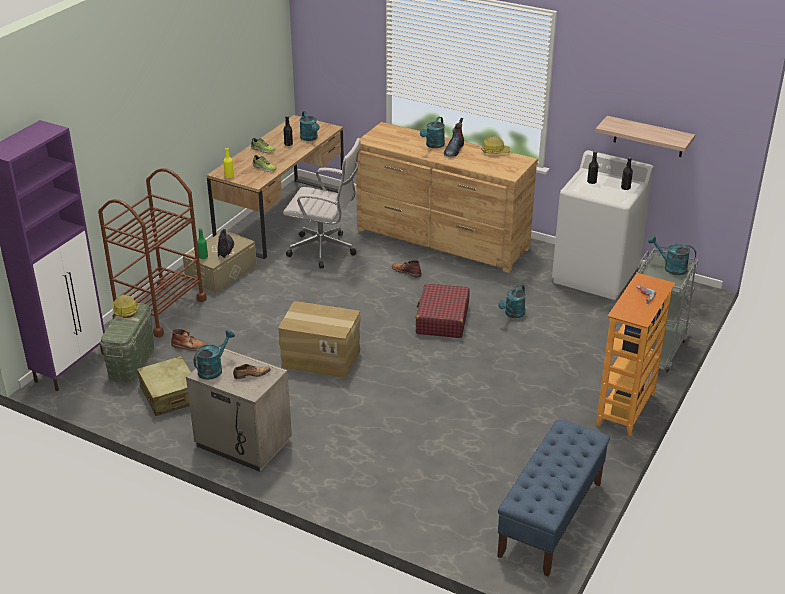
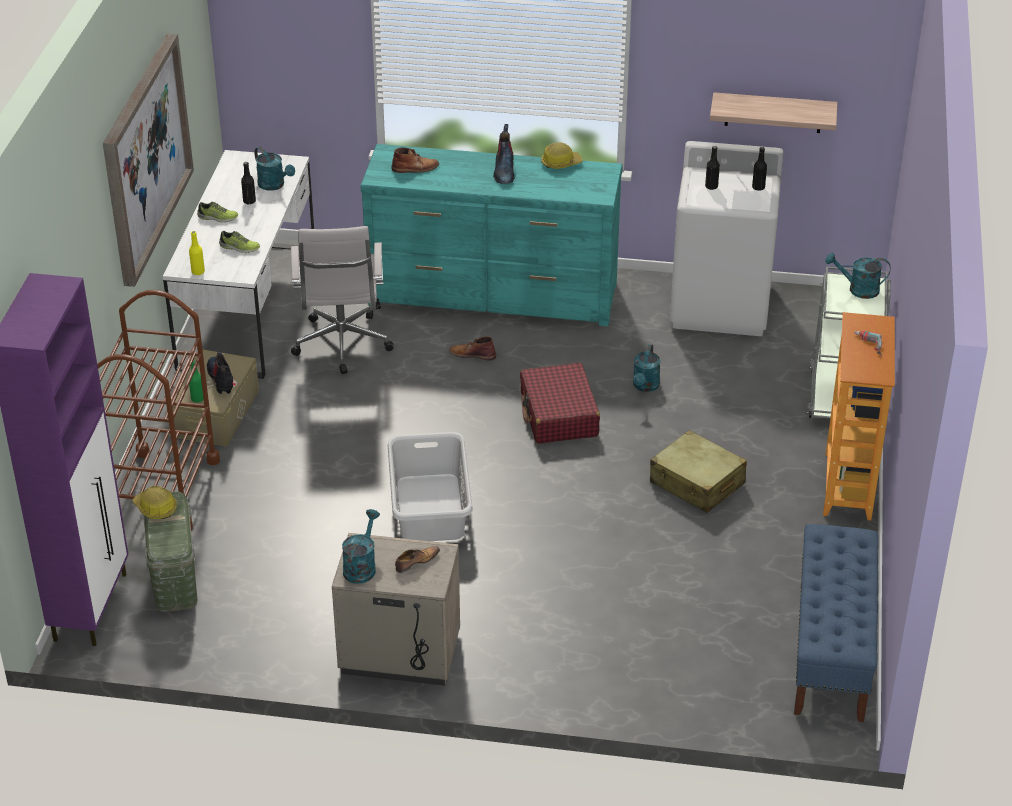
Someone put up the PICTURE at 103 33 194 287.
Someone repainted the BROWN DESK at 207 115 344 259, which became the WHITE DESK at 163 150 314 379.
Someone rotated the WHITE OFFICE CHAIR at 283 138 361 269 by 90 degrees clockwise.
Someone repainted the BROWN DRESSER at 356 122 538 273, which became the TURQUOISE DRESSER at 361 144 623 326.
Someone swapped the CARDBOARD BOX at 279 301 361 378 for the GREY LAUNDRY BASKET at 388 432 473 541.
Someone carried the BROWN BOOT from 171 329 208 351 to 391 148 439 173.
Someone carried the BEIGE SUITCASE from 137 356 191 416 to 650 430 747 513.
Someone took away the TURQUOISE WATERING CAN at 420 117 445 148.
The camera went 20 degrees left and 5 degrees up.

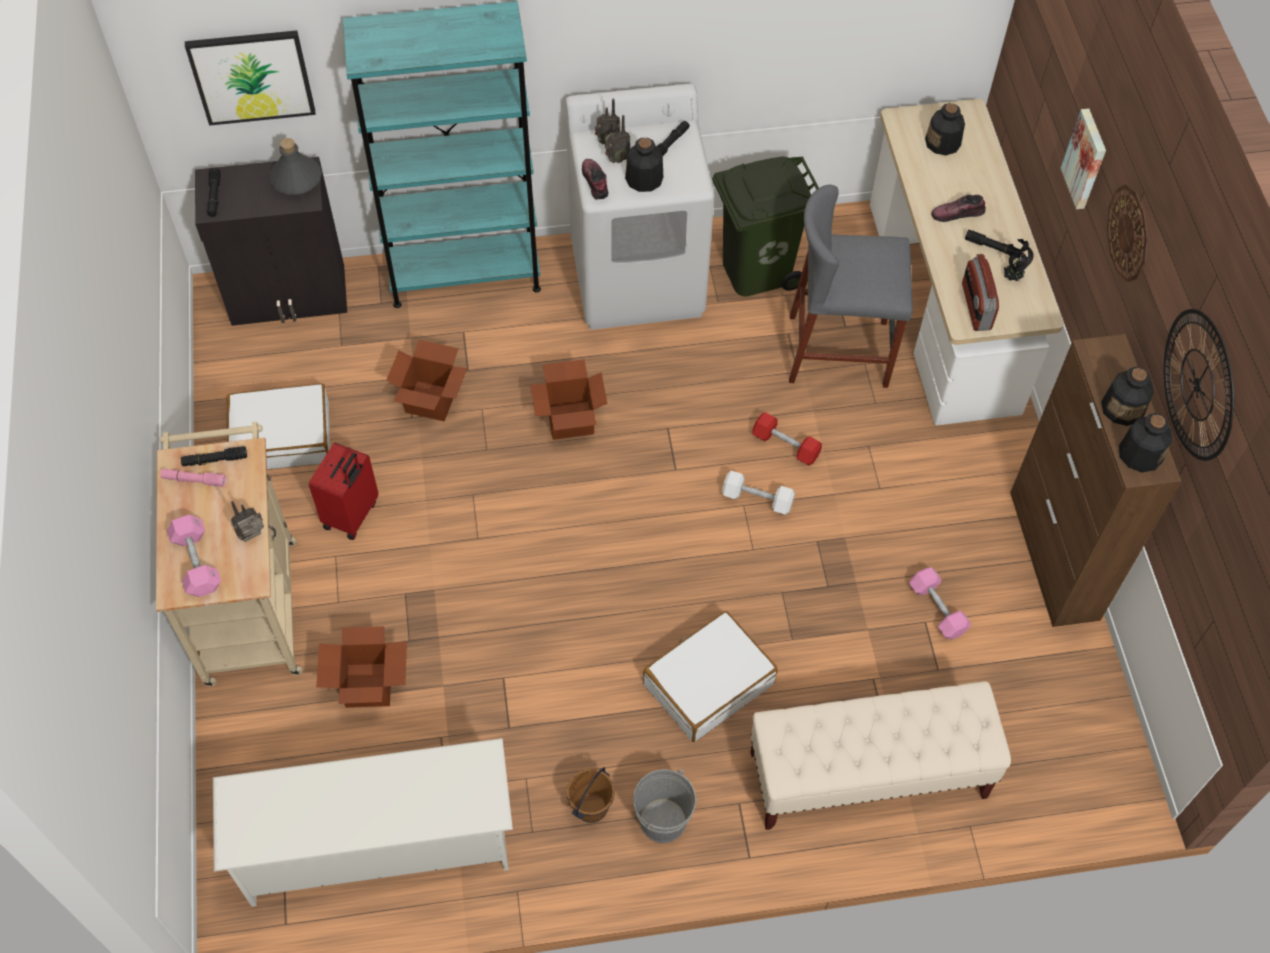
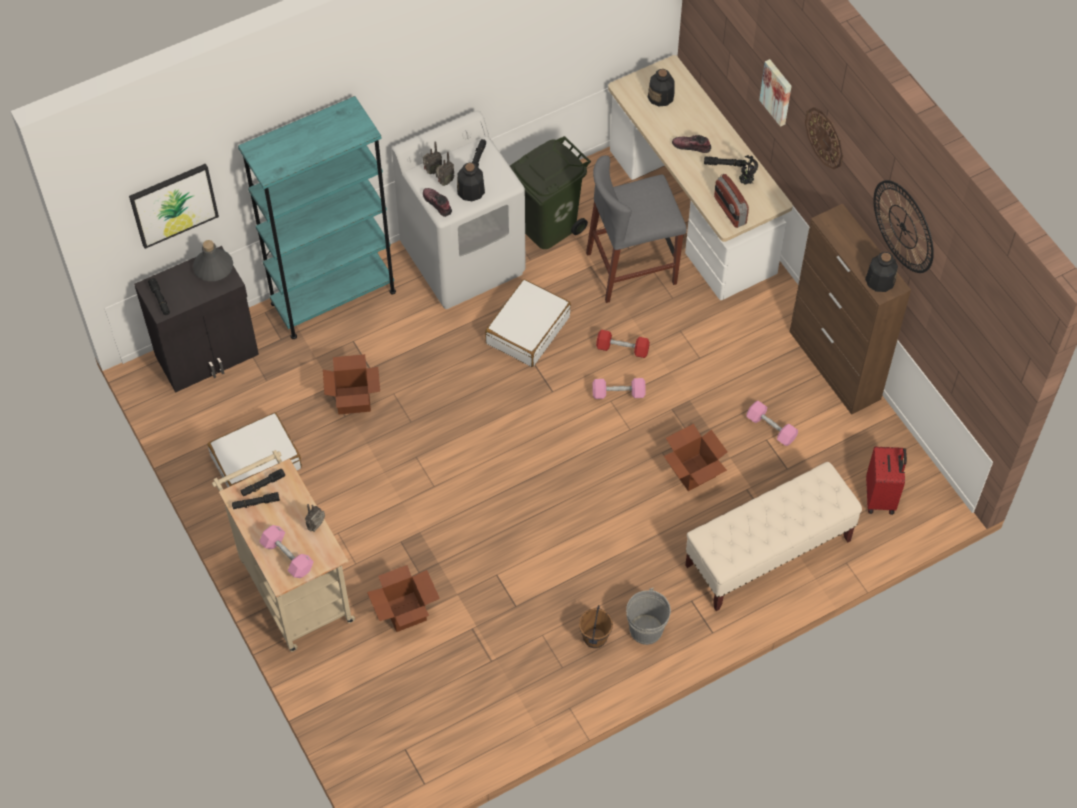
Someone repainted the PINK FLASHLIGHT at 160 469 227 487, which became the BLACK FLASHLIGHT at 232 492 280 509.
Someone carried the WHITE SUITCASE from 643 611 778 742 to 485 279 571 367.
Someone repainted the WHITE DUMBBELL at 722 471 795 515, which became the PINK DUMBBELL at 592 378 646 399.
Someone carried the CARDBOARD BOX from 530 359 607 440 to 664 424 727 491.
Someone rotated the SHOE at 931 195 986 222 by 45 degrees clockwise.
Someone carried the RED SUITCASE from 309 443 379 540 to 866 447 907 515.
Someone took away the WHITE SHOE RACK at 213 738 513 907.
Someone took away the BOTTLE at 1101 367 1154 426.
The camera went 20 degrees left and 0 degrees up.

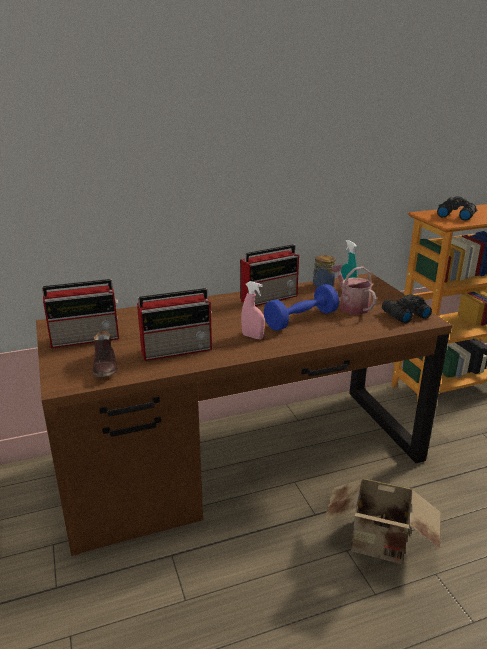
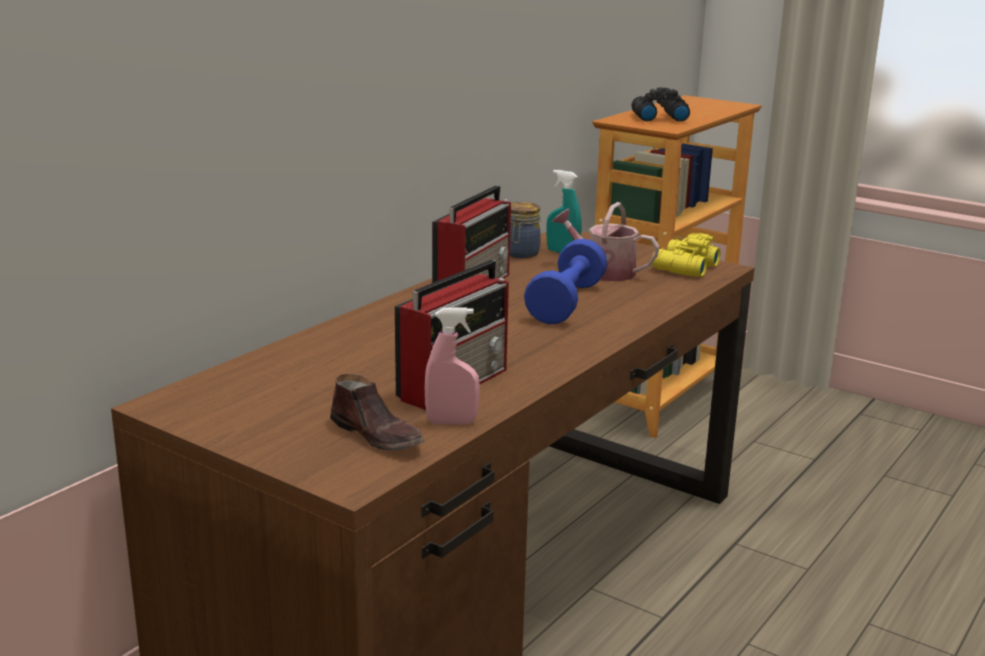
Someone carried the PINK SPRAY BOTTLE from 241 281 265 339 to 425 307 480 425.
Someone repainted the BLACK BINOCULARS at 382 294 432 323, which became the YELLOW BINOCULARS at 652 233 721 277.
Someone took away the RADIO at 42 279 119 348.
Someone took away the CARDBOARD BOX at 324 478 441 564.
The camera went 35 degrees left and 5 degrees down.

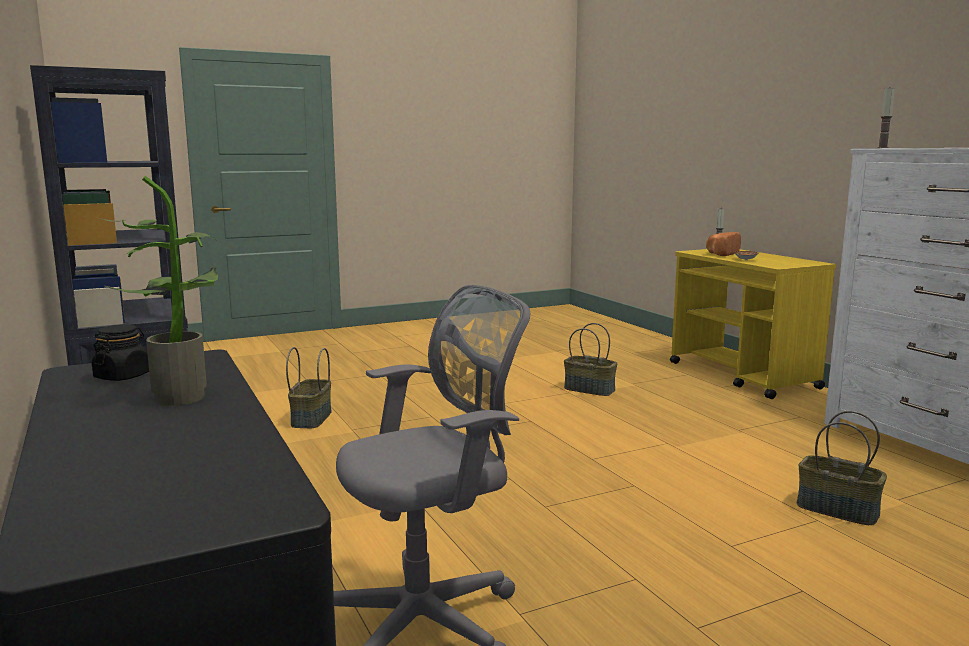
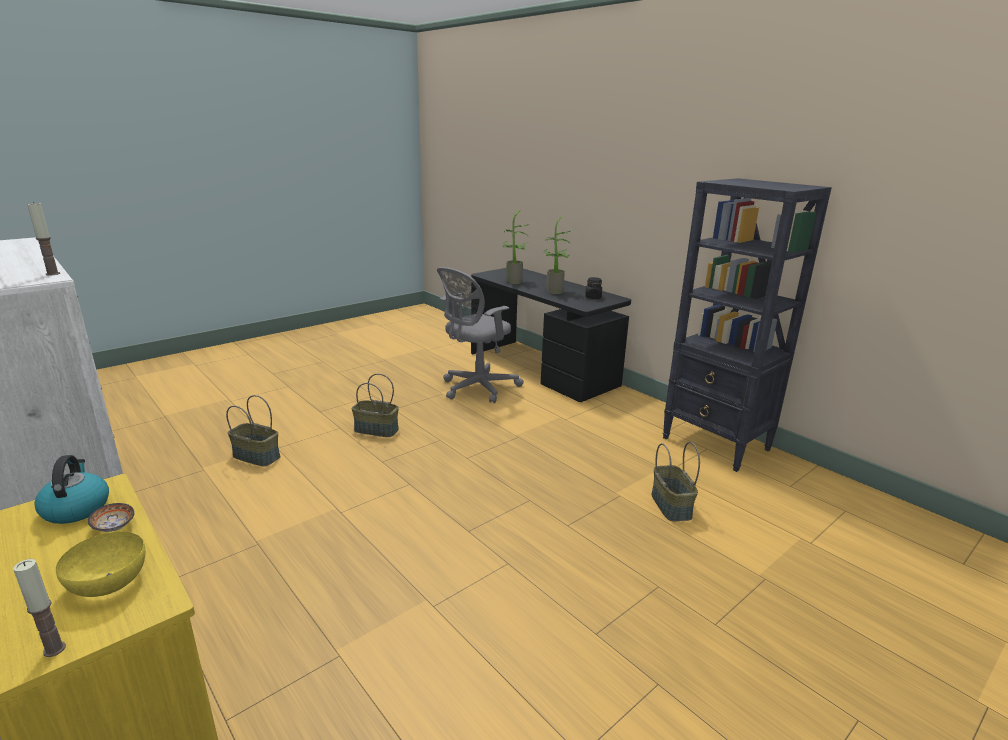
Someone put down the KETTLE at 34 455 109 524.
Someone swapped the BREAD at 706 232 741 256 for the YELLOW BOWL at 56 532 146 597.
Someone carried the BASKET from 564 323 617 396 to 352 373 399 437.
Someone put down the POTTED PLANT at 503 210 534 284.
The camera went 165 degrees right and 10 degrees up.

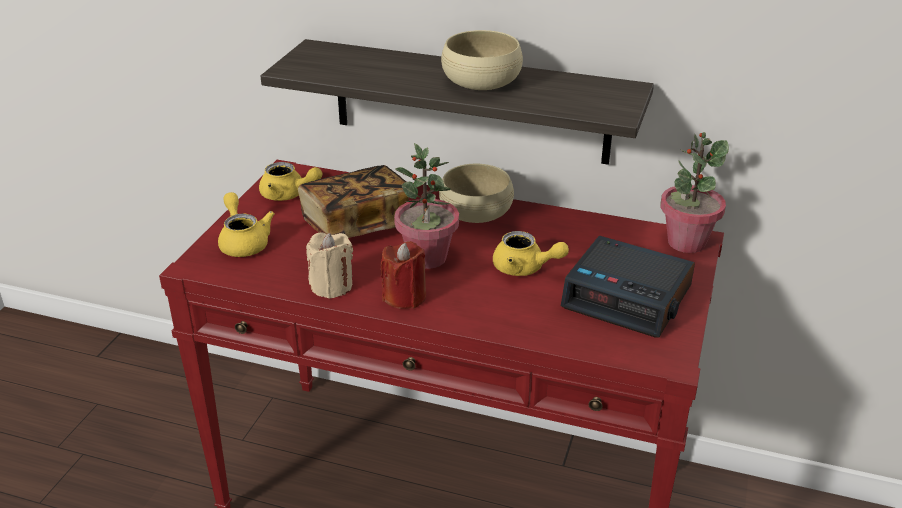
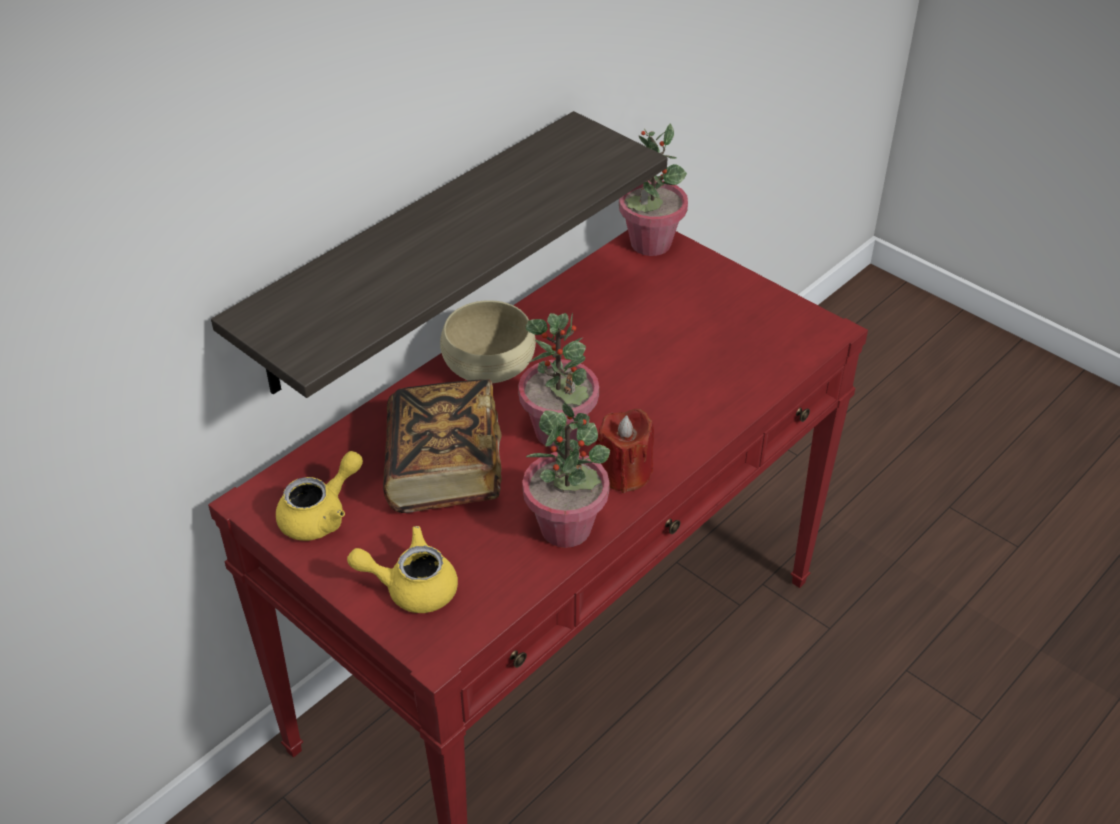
Someone swapped the BEIGE CANDLE at 306 232 353 299 for the POTTED PLANT at 522 403 610 548.
Someone took away the BEIGE BOWL at 441 30 523 90.
Someone took away the YELLOW TEAPOT at 493 231 569 276.
Someone took away the ALARM CLOCK at 561 236 695 338.
The camera went 65 degrees left and 10 degrees up.

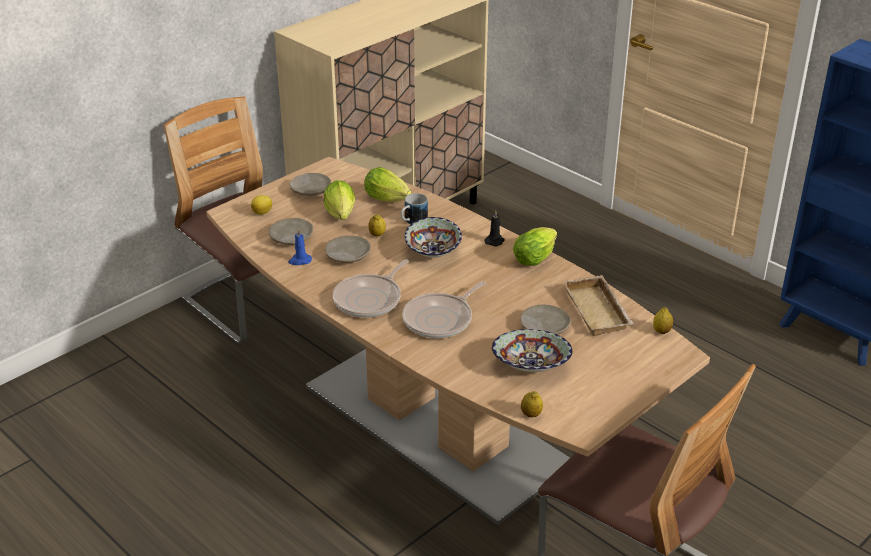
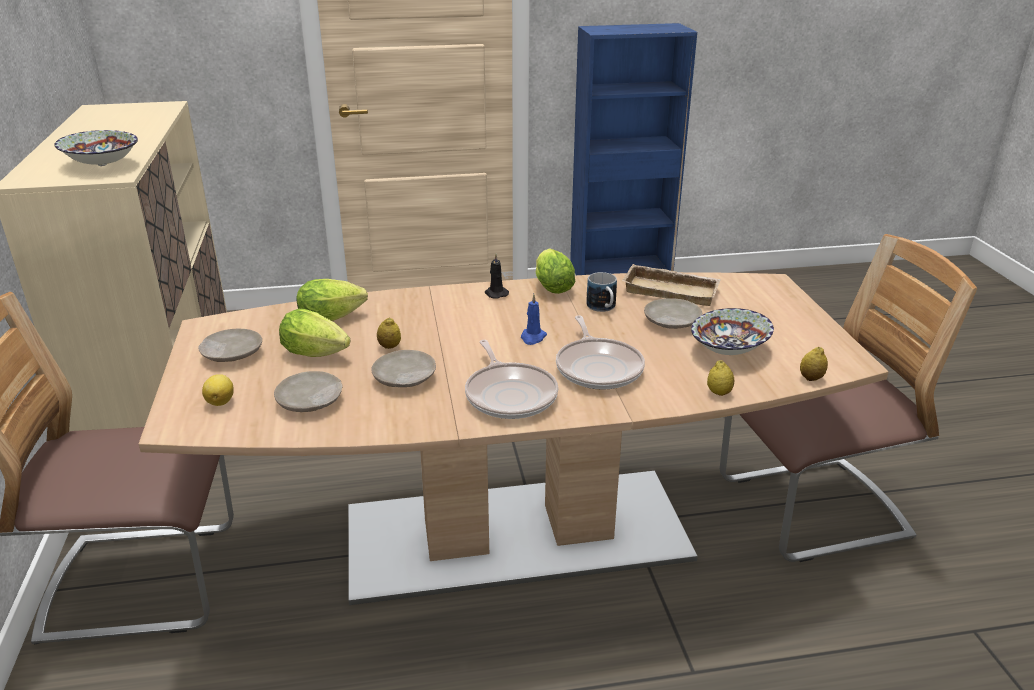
Someone carried the BOWL from 405 217 462 258 to 55 130 138 166.
Someone carried the BLUE CANDLE from 288 228 312 265 to 521 294 547 345.
Someone carried the MUG from 401 193 428 224 to 586 272 617 312.
Someone carried the LEMON from 653 307 673 334 to 707 360 734 396.
The camera went 55 degrees left and 5 degrees down.

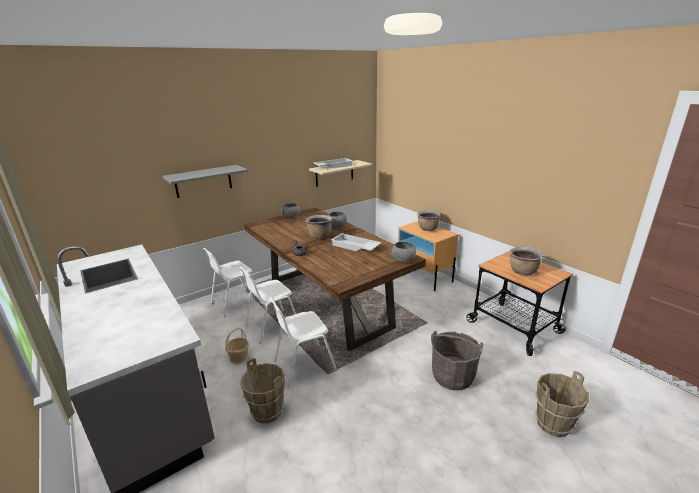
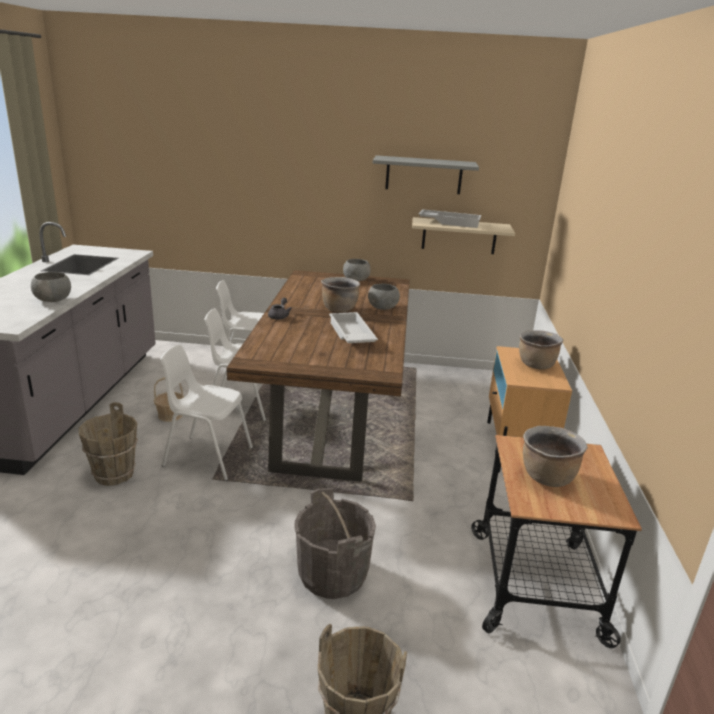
Someone carried the GREY BOWL from 391 241 416 263 to 31 272 71 302.
Someone carried the GREY SHELF from 163 165 248 198 to 373 155 479 194.
The camera went 40 degrees right and 0 degrees up.

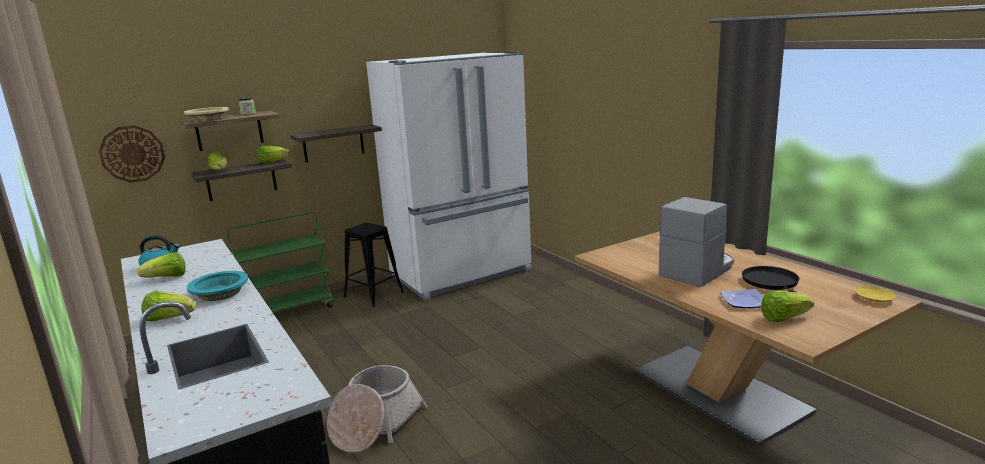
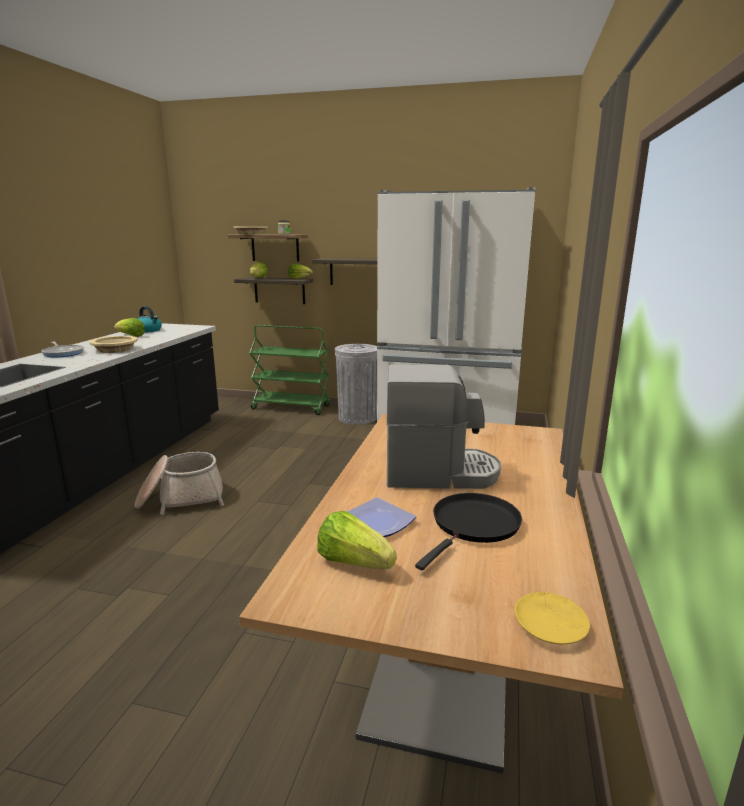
Someone swapped the LETTUCE at 141 291 197 321 for the FRYING PAN at 41 342 84 358.
Someone repainted the TURQUOISE BOWL at 187 271 248 301, which became the BEIGE BOWL at 90 336 138 353.
Someone swapped the BLACK STOOL at 344 223 404 307 for the GREY TRASH CAN at 335 344 377 425.
Someone took away the WALL CLOCK at 99 125 165 183.
The camera went 45 degrees right and 0 degrees up.

